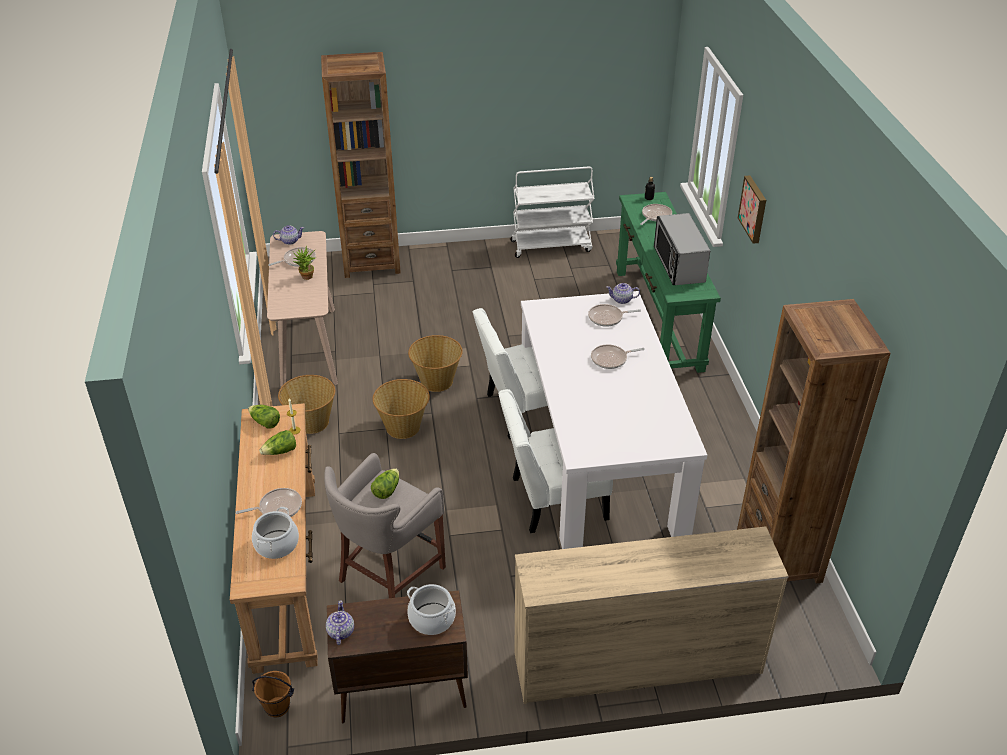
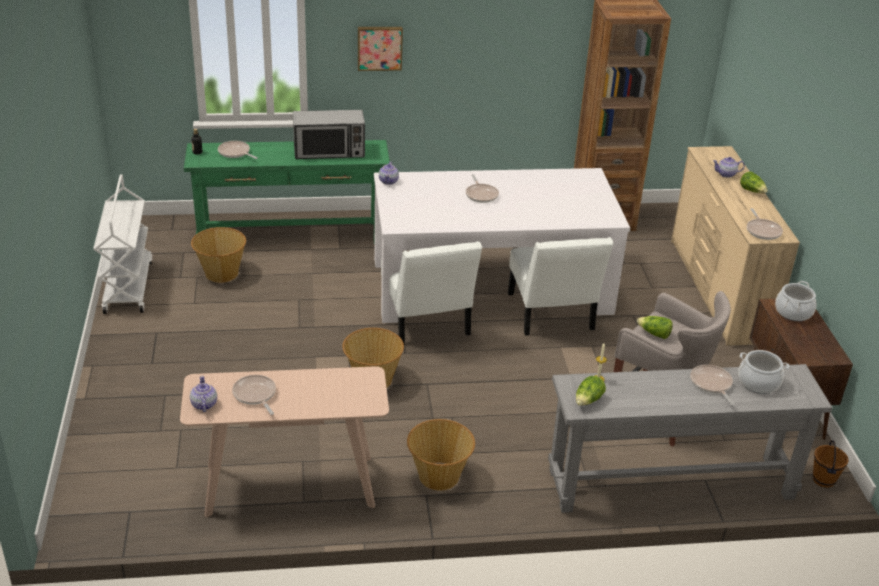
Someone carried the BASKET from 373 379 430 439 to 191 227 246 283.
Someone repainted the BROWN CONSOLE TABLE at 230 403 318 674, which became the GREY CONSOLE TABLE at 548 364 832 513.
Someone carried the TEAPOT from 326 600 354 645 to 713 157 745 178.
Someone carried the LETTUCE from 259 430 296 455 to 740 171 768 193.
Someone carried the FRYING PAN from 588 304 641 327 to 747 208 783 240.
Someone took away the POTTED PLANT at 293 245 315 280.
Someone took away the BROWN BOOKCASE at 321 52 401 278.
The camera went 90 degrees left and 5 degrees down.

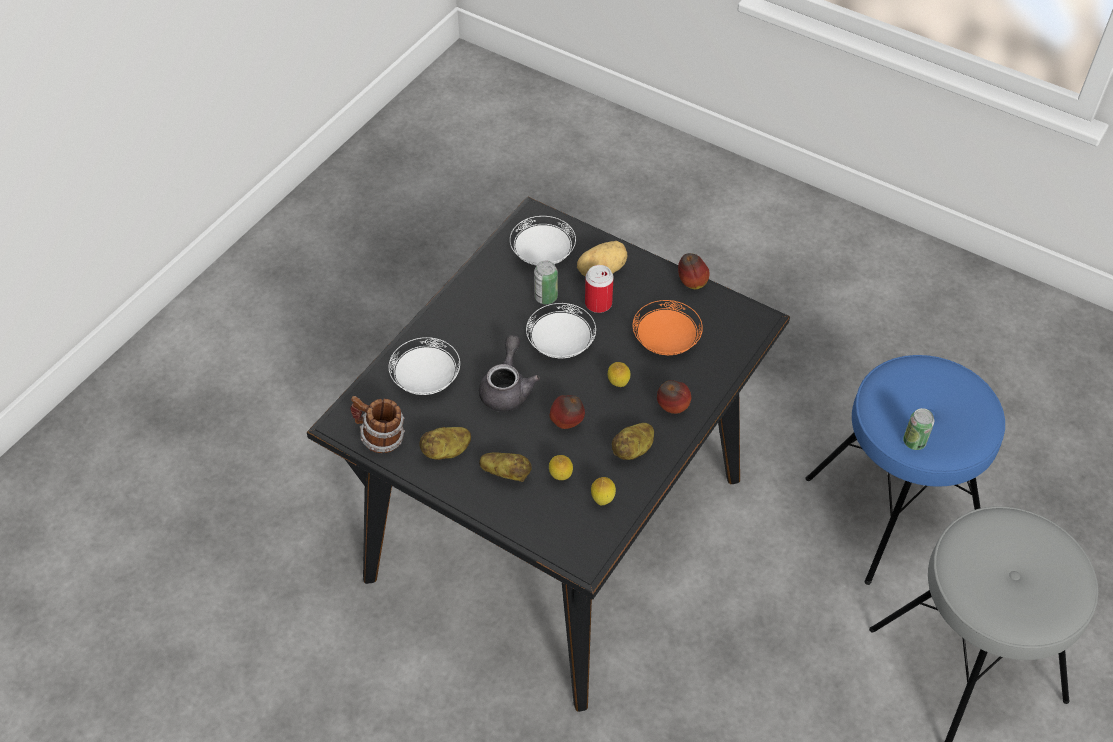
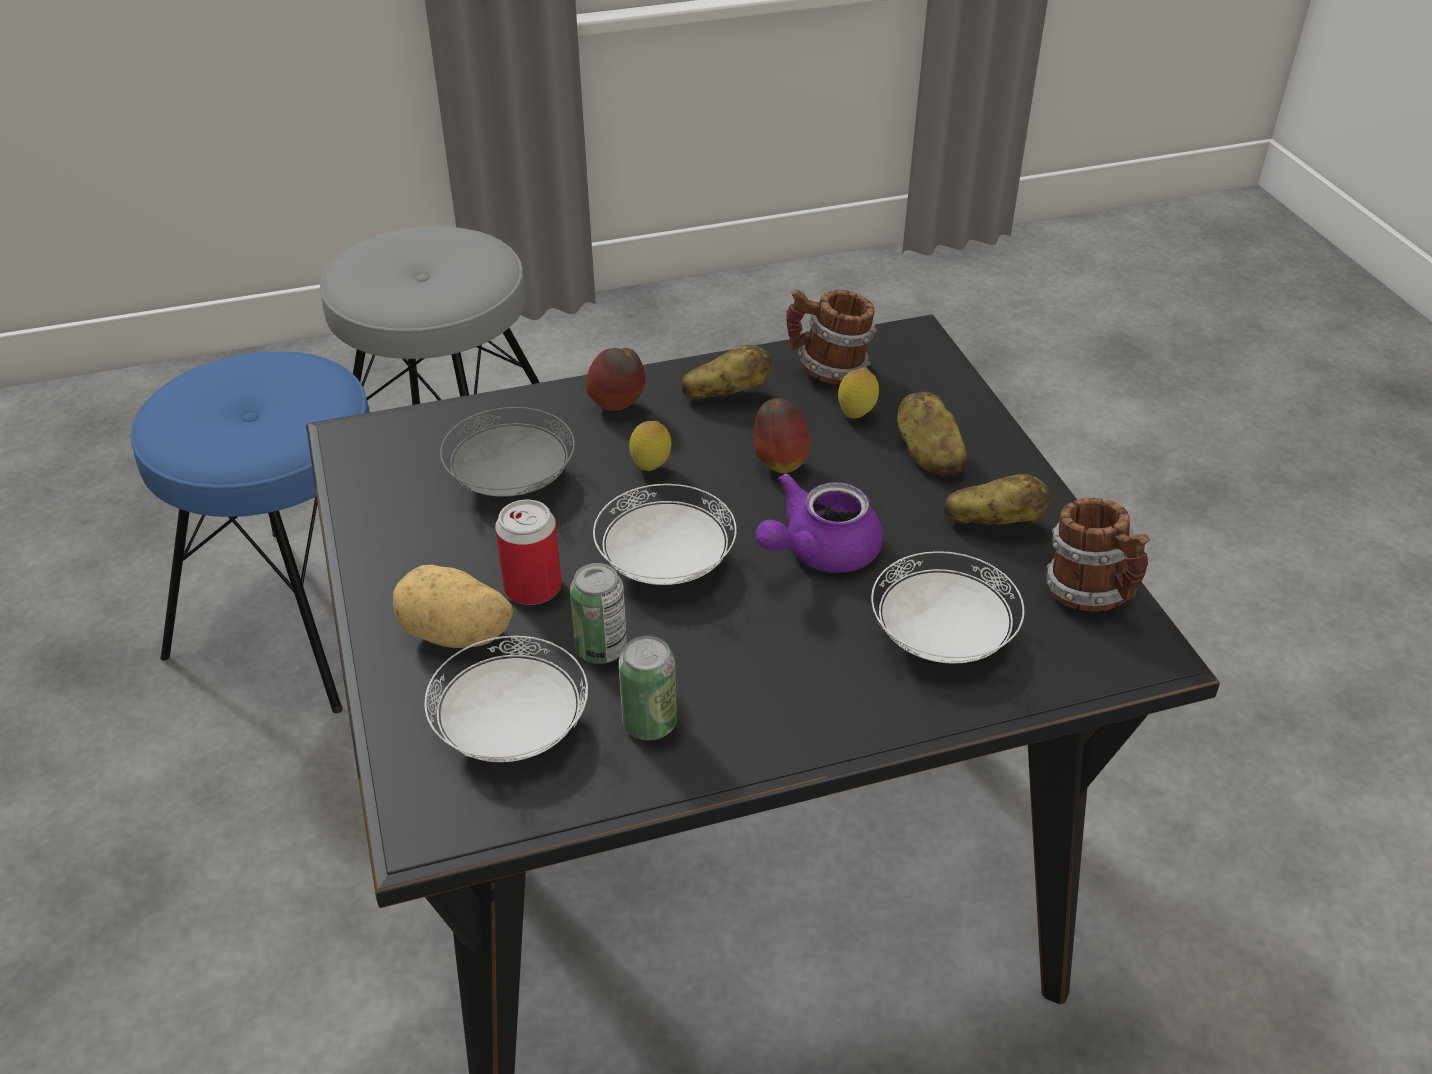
Someone repainted the ORANGE PLATE at 633 300 703 355, which became the GREY PLATE at 440 407 575 497.
Someone carried the CAN from 903 408 934 450 to 619 635 677 740.
Someone repainted the GREY TEAPOT at 479 335 540 412, which became the PURPLE TEAPOT at 755 473 883 573.
Someone swapped the LEMON at 591 477 616 505 for the MUG at 786 289 876 385.
Someone took away the APPLE at 678 253 710 289.
The camera went 140 degrees left and 10 degrees down.

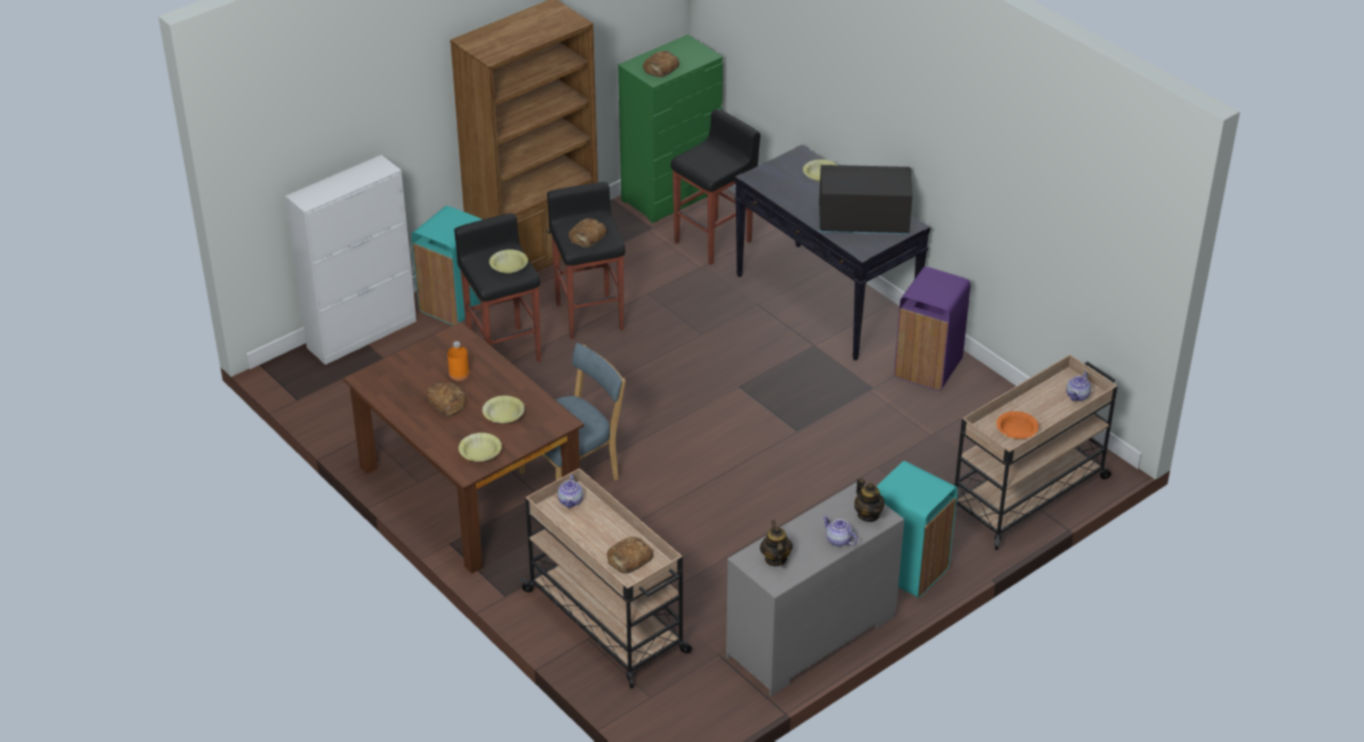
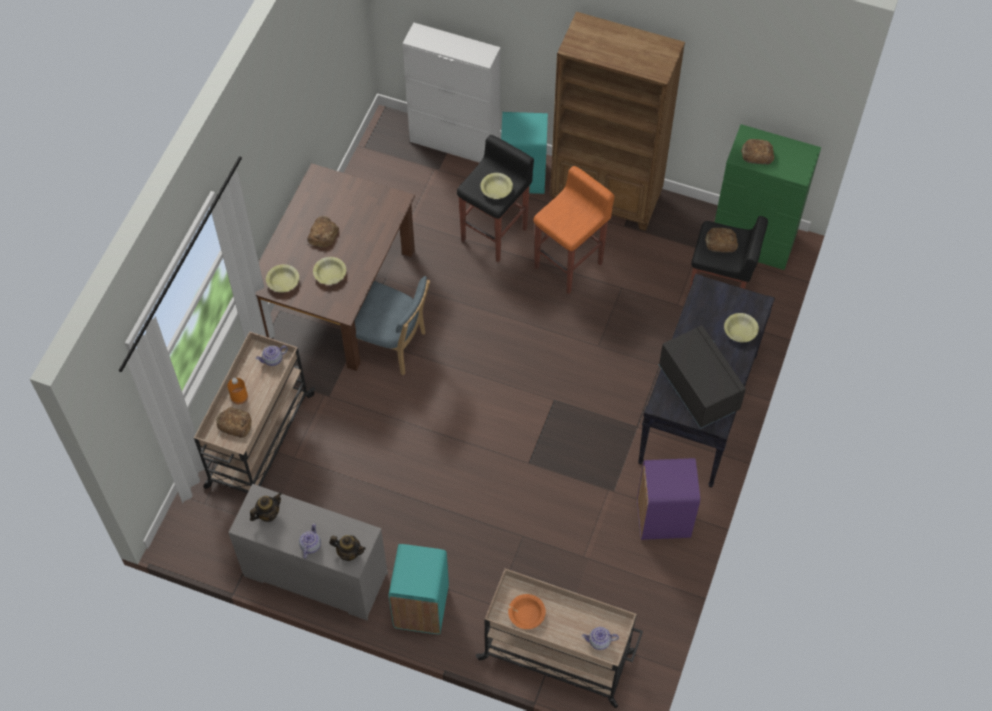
Someone carried the ORANGE BOTTLE from 447 341 470 381 to 228 378 248 404.
Someone rotated the TEAPOT at 854 478 884 522 by 105 degrees counterclockwise.
Someone repainted the BLACK STOOL at 547 182 625 340, which became the ORANGE STOOL at 533 166 615 294.
Someone carried the BREAD from 568 218 607 248 to 705 228 738 253.
The camera went 60 degrees right and 20 degrees up.

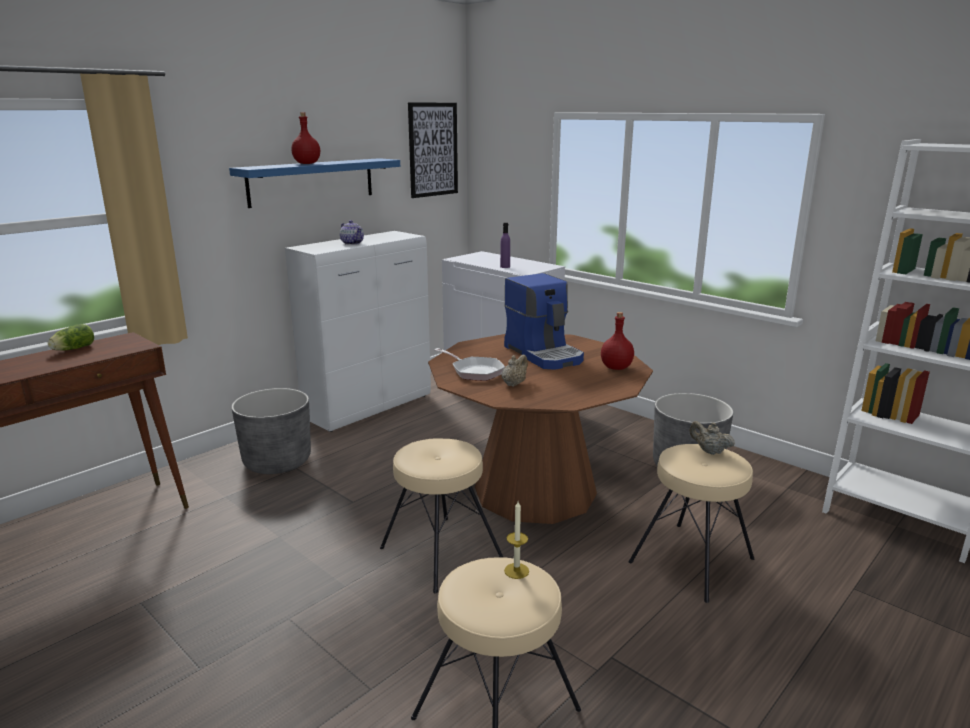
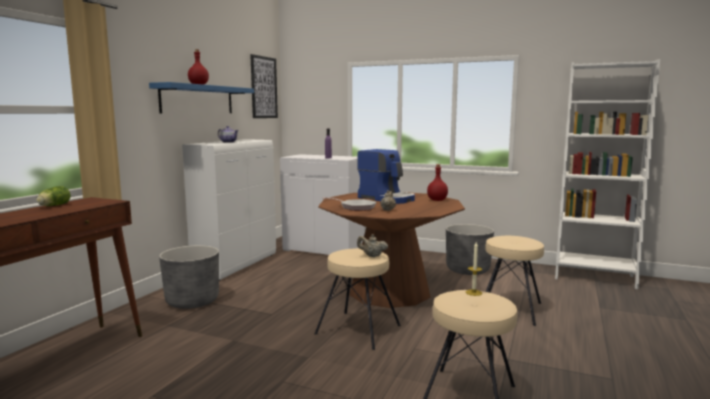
Someone carried the BEIGE TEAPOT from 690 421 735 455 to 357 234 388 257.
The camera went 20 degrees left and 10 degrees down.

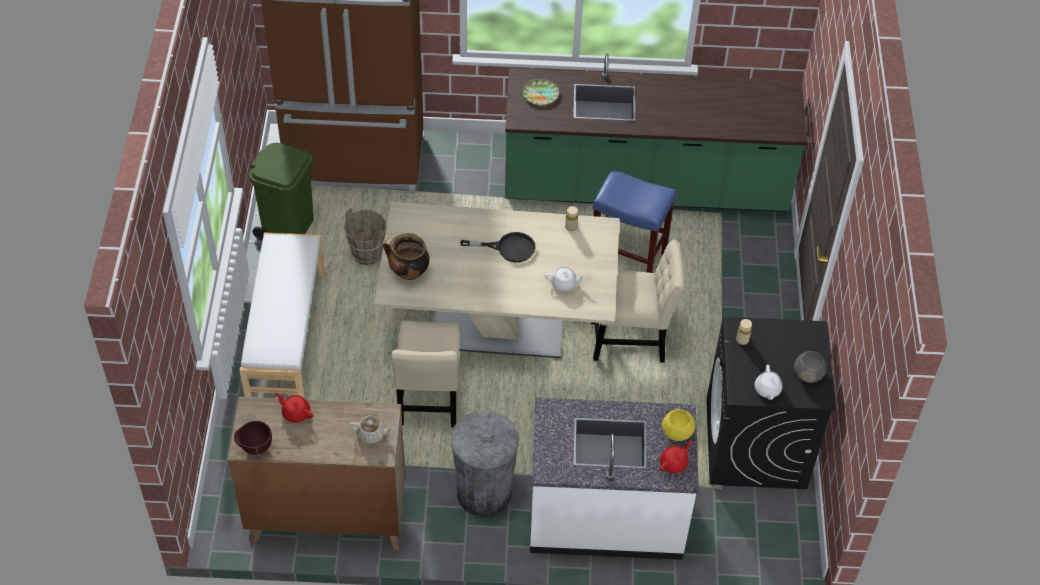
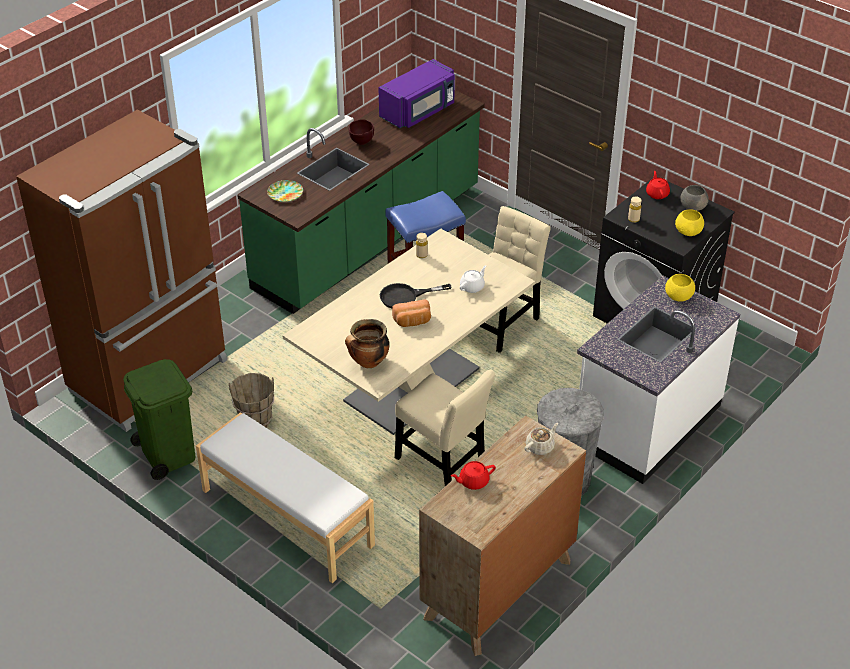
Someone carried the BROWN BOWL from 234 421 272 455 to 349 119 374 145.
Someone put down the PURPLE MICROWAVE at 378 59 455 129.
Someone rotated the BLACK FRYING PAN at 460 232 536 263 by 150 degrees counterclockwise.
Someone put down the BREAD at 392 299 431 327.
Someone carried the RED TEAPOT from 659 440 692 473 to 646 171 670 199.
Someone swapped the WHITE TEAPOT at 755 365 782 400 for the YELLOW BOWL at 675 209 704 236.
The camera went 50 degrees left and 10 degrees down.

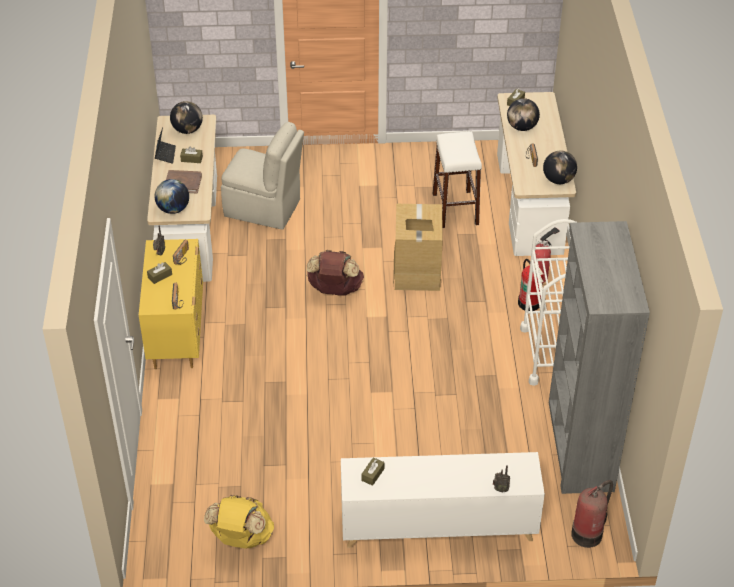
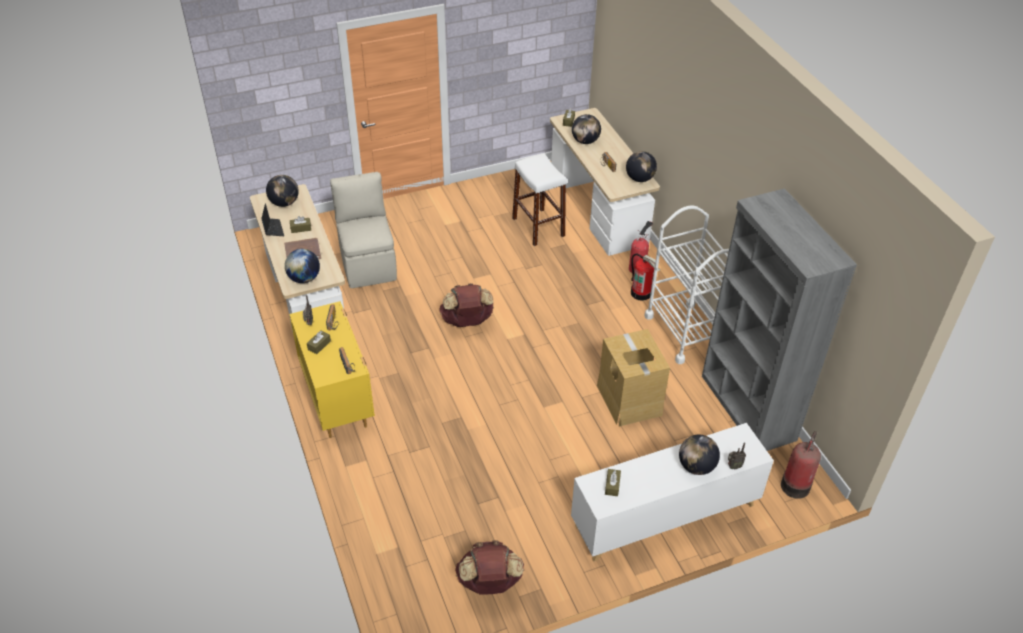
Someone rotated the BEIGE CHAIR at 221 122 304 230 by 105 degrees counterclockwise.
Someone repainted the YELLOW BACKPACK at 204 495 274 549, which became the BROWN BACKPACK at 455 541 524 595.
Someone carried the CARDBOARD BOX from 393 204 443 291 to 597 329 670 426.
Someone put down the GLOBE at 679 435 720 475.
The camera went 20 degrees left and 0 degrees up.

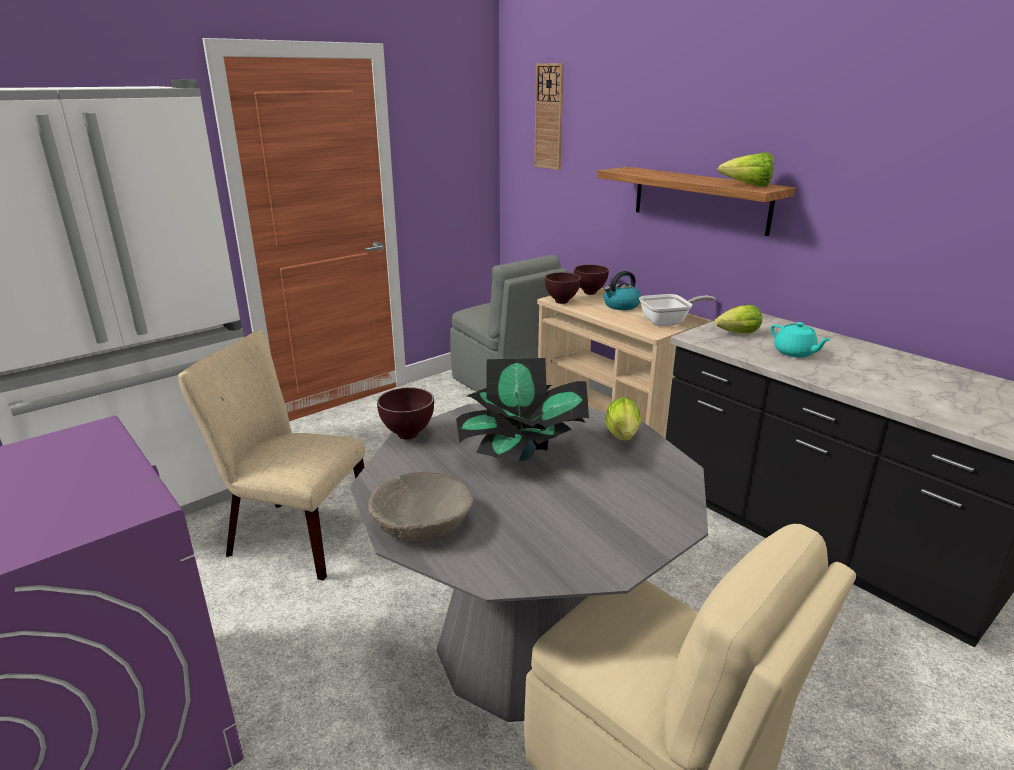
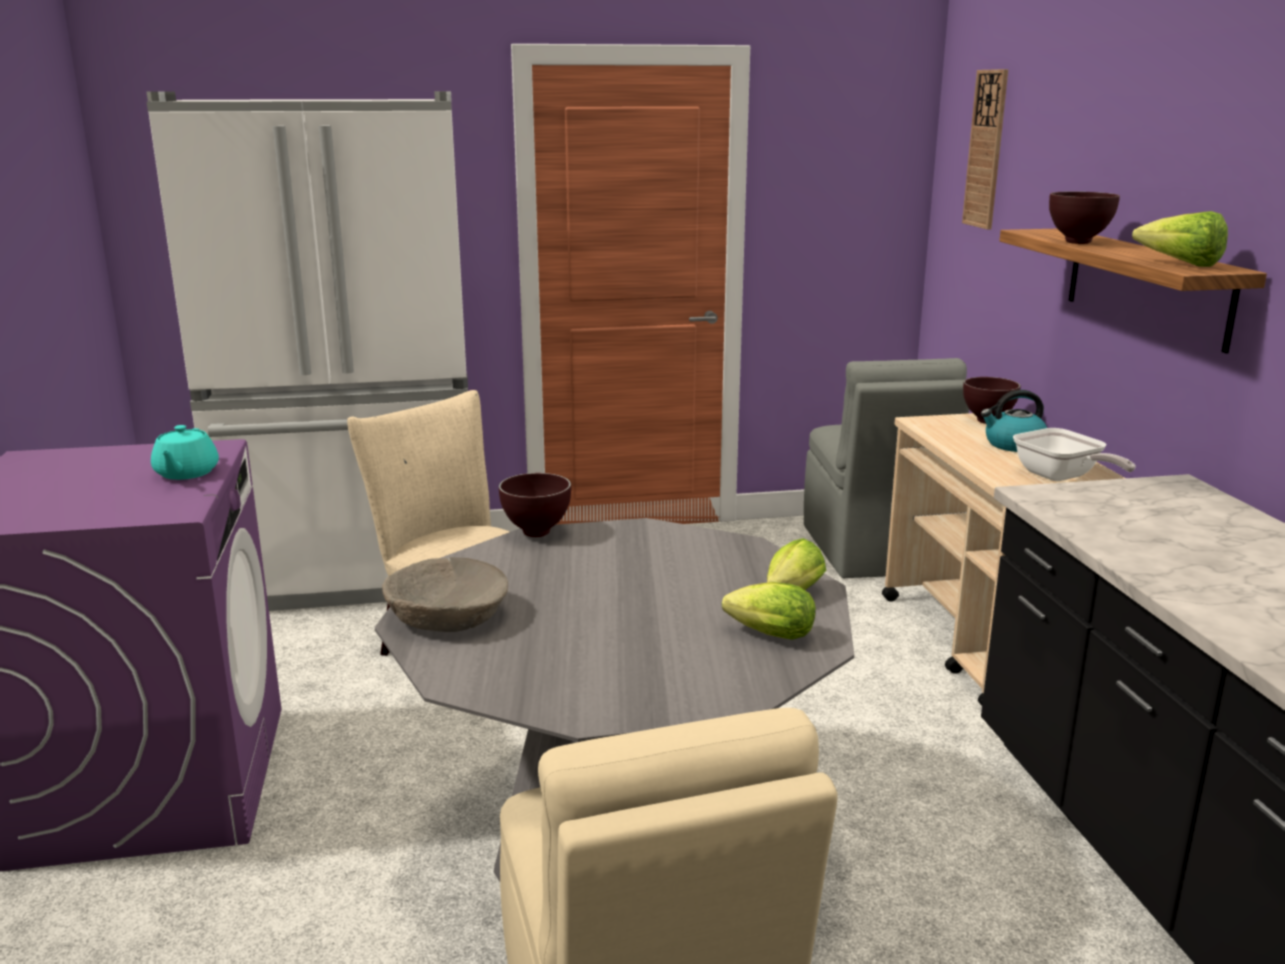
Someone carried the TURQUOISE TEAPOT from 771 322 831 358 to 151 425 219 480.
Someone carried the LETTUCE from 715 305 762 333 to 722 582 816 640.
Someone rotated the FRYING PAN at 639 294 715 326 by 45 degrees clockwise.
Someone carried the BROWN BOWL from 545 272 581 304 to 1049 191 1120 244.
Someone took away the POTTED PLANT at 456 358 589 462.
The camera went 30 degrees right and 5 degrees down.

